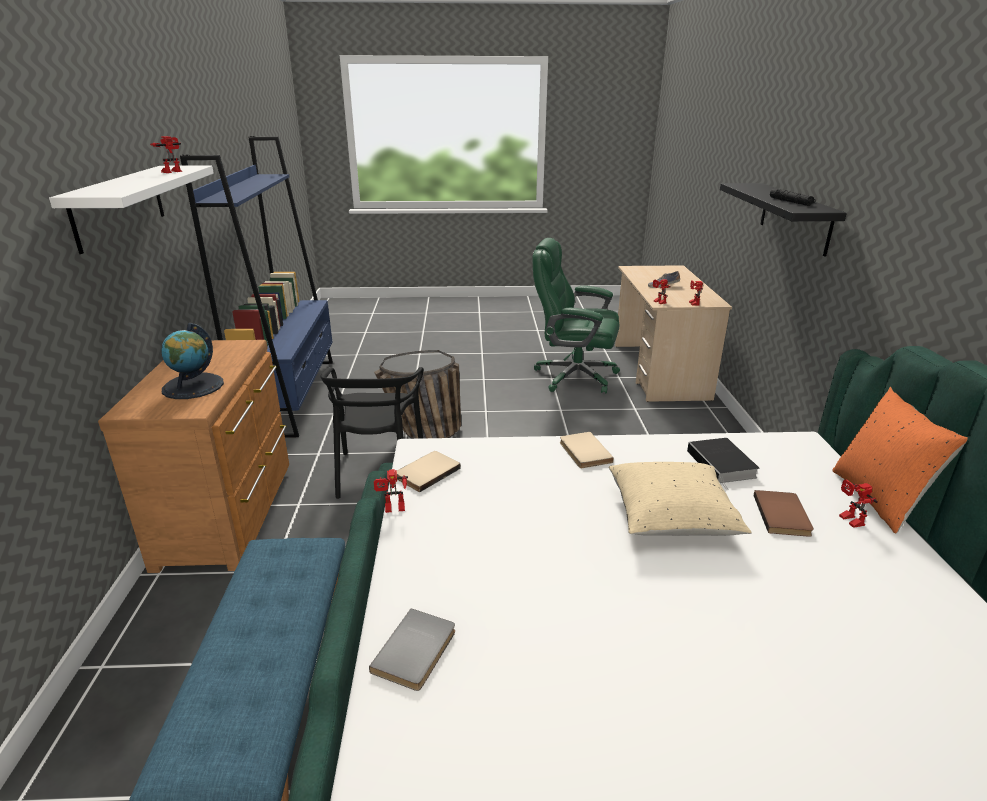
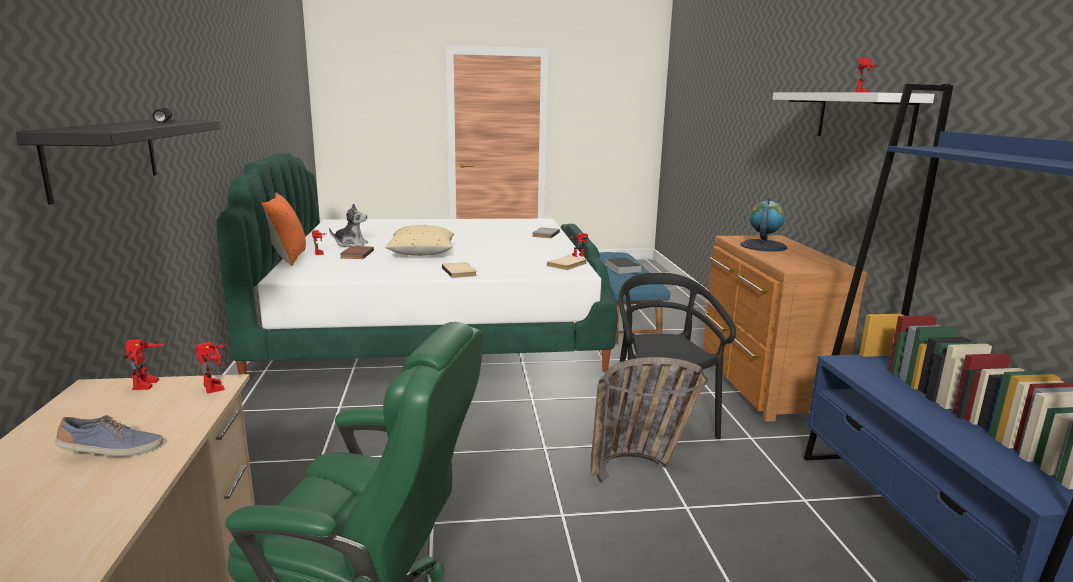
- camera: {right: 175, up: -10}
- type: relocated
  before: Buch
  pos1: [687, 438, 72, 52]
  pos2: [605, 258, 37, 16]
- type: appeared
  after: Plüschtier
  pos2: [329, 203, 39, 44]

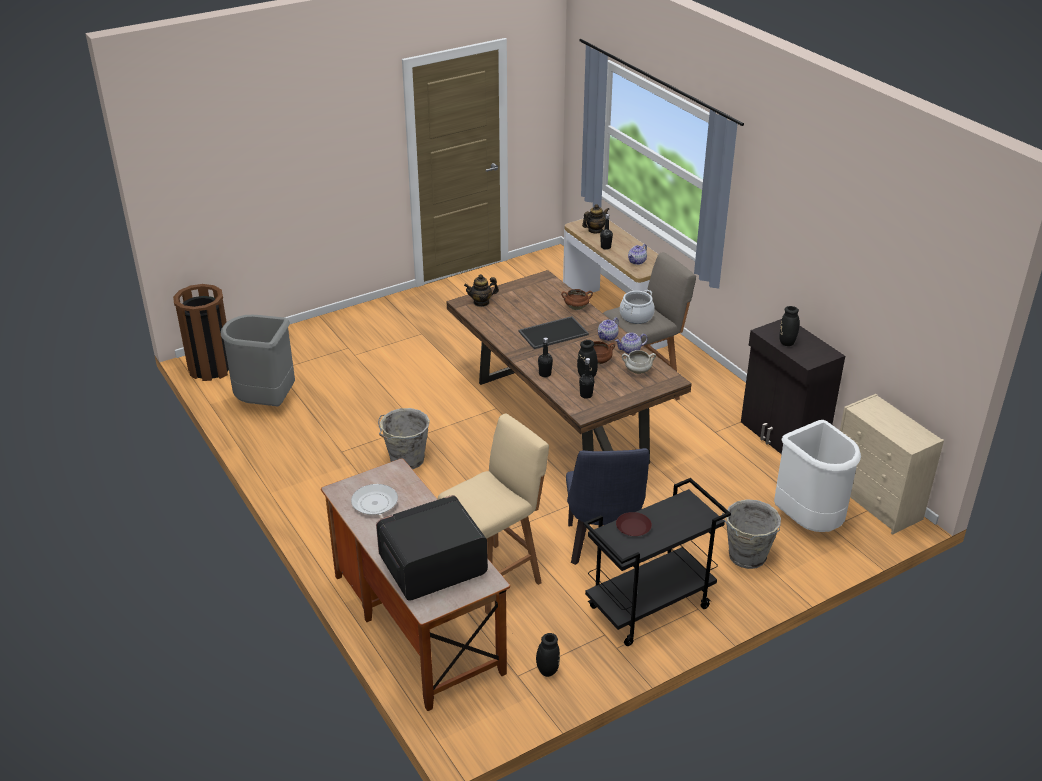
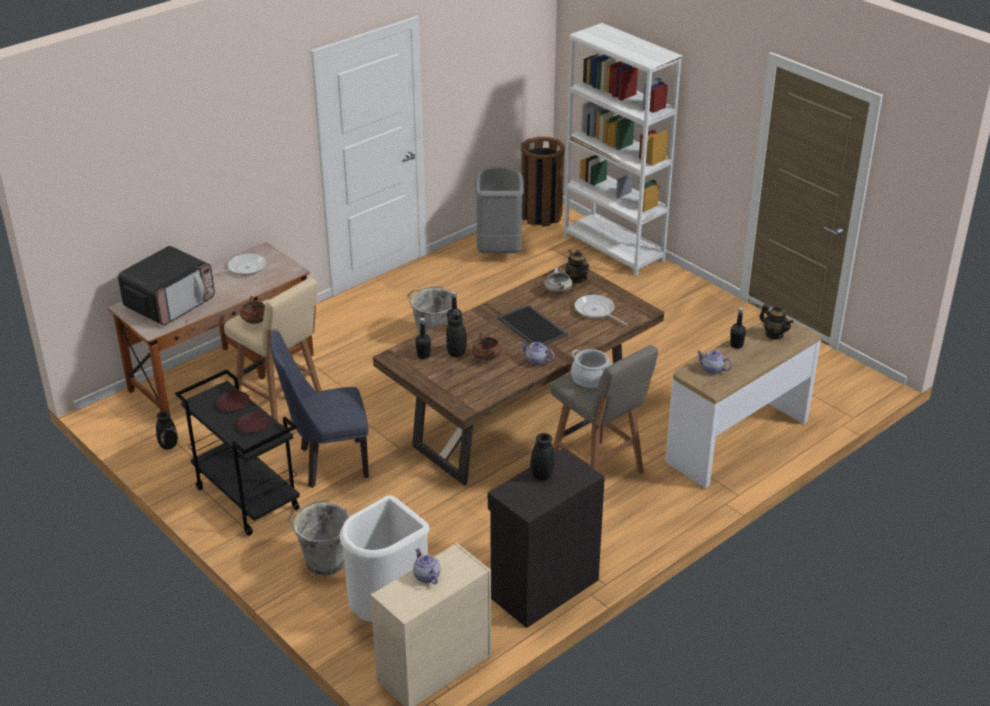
- camera: {right: 80, up: 0}
- type: spun
  before: Mikrowelle
  pos1: [376, 495, 112, 106]
  pos2: [118, 246, 97, 79]
  turn: 75
- type: relocated
  before: Kochtopf [braun]
  pos1: [561, 289, 32, 21]
  pos2: [240, 296, 25, 28]
- type: relocated
  before: Teekanne
  pos1: [615, 332, 33, 22]
  pos2: [413, 548, 27, 36]
- type: relocated
  before: Kochtopf [weiß]
  pos1: [622, 350, 34, 24]
  pos2: [544, 267, 28, 28]
- type: appeared
  after: Teller [braun]
  pos2: [237, 412, 34, 21]
- type: appeared
  after: Bücherregal [weiß]
  pos2: [564, 23, 118, 253]
- type: appeared
  after: Pfanne
  pos2: [574, 295, 53, 30]

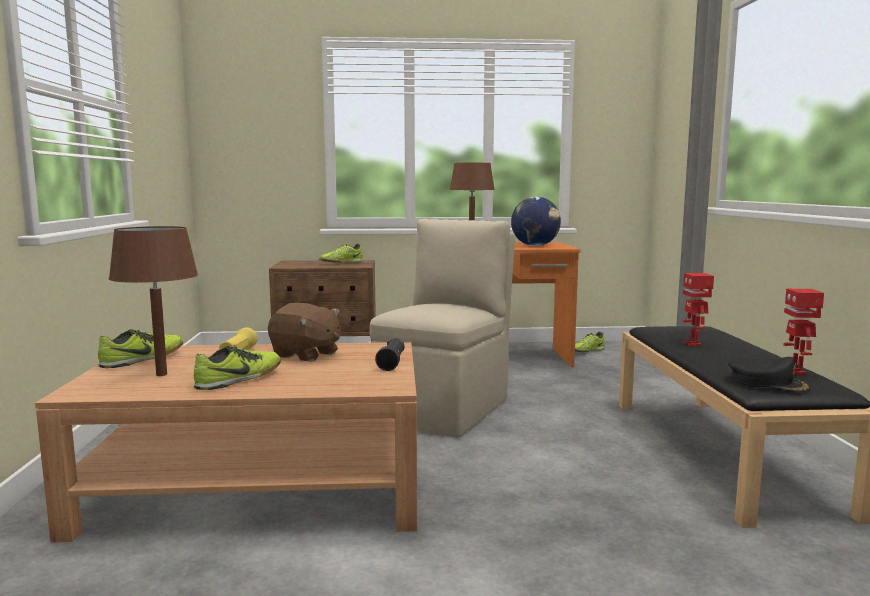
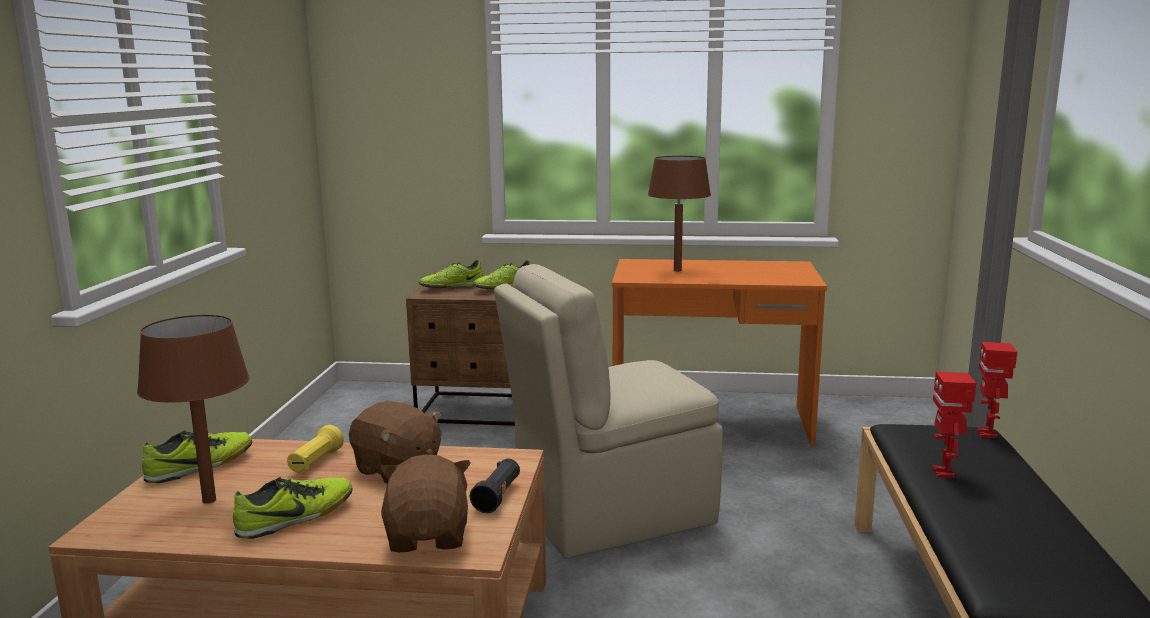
- camera: {right: 10, up: 5}
- type: spun
  before: Stuhl [beige]
  pos1: [368, 219, 147, 219]
  pos2: [494, 264, 228, 295]
  turn: -150
- type: missing
  before: Globus
  pos1: [511, 197, 50, 49]
- type: relocated
  before: Schuh
  pos1: [575, 332, 30, 21]
  pos2: [419, 260, 64, 28]
- type: missing
  before: Kappe [schwarz]
  pos1: [728, 357, 83, 35]
- type: relocated
  before: Spielzeugroboter
  pos1: [783, 289, 41, 86]
  pos2: [977, 342, 40, 96]
- type: appeared
  after: Plüschtier [braun]
  pos2: [381, 454, 90, 98]

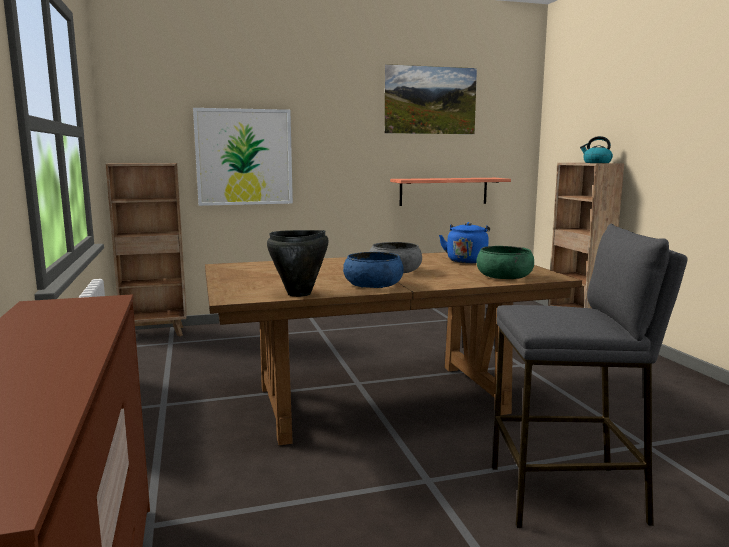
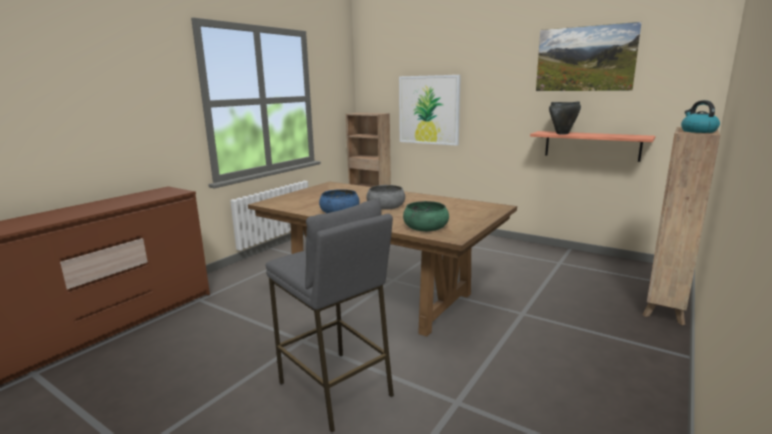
- camera: {right: 50, up: 5}
- type: relocated
  before: Kochtopf [schwarz]
  pos1: [267, 230, 62, 67]
  pos2: [549, 101, 32, 33]
- type: missing
  before: Wasserkessel [blau]
  pos1: [439, 222, 51, 41]

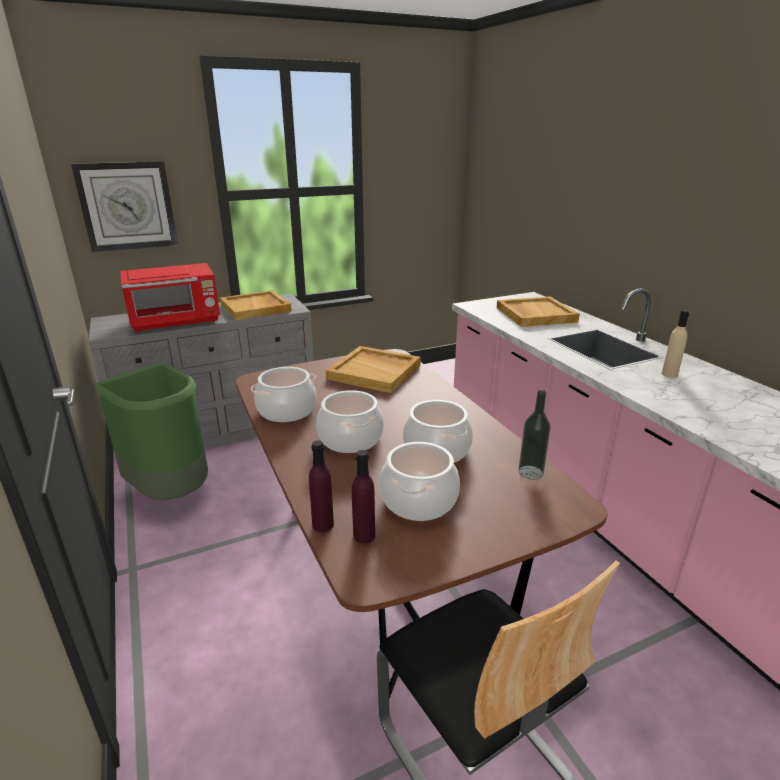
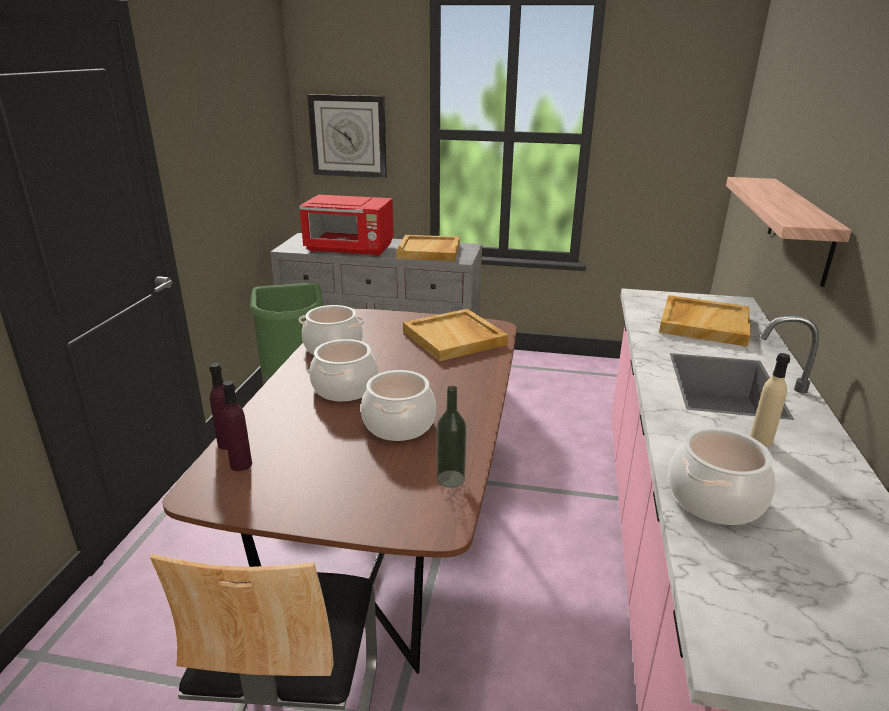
- camera: {right: 35, up: 0}
- type: relocated
  before: Kochtopf
  pos1: [379, 442, 81, 79]
  pos2: [668, 427, 108, 98]
- type: appeared
  after: Wandregal
  pos2: [726, 177, 126, 110]

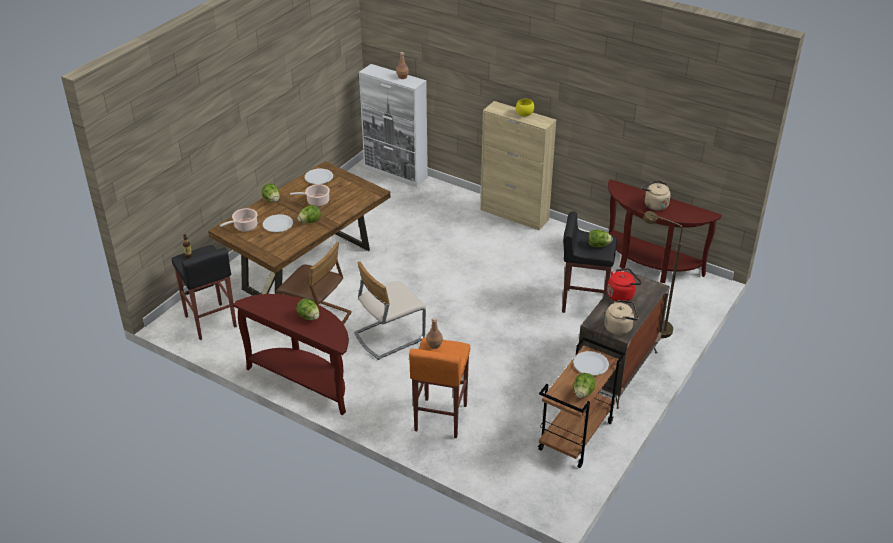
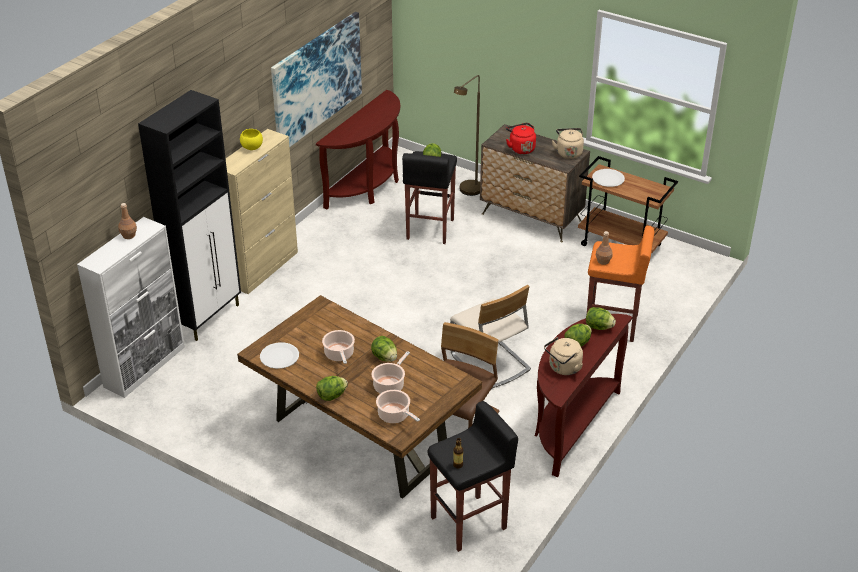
- camera: {right: -90, up: 0}
- type: exchanged
  before: Teller [weiß]
  after: Kochtopf
  pos1: [263, 214, 30, 18]
  pos2: [371, 351, 39, 43]
- type: relocated
  before: Salatkopf
  pos1: [573, 373, 23, 25]
  pos2: [586, 307, 30, 23]
- type: relocated
  before: Wasserkessel [beige]
  pos1: [642, 180, 29, 31]
  pos2: [544, 337, 39, 38]
- type: appeared
  after: Schrank [schwarz]
  pos2: [138, 90, 103, 251]
- type: appeared
  after: Bild
  pos2: [271, 12, 91, 135]

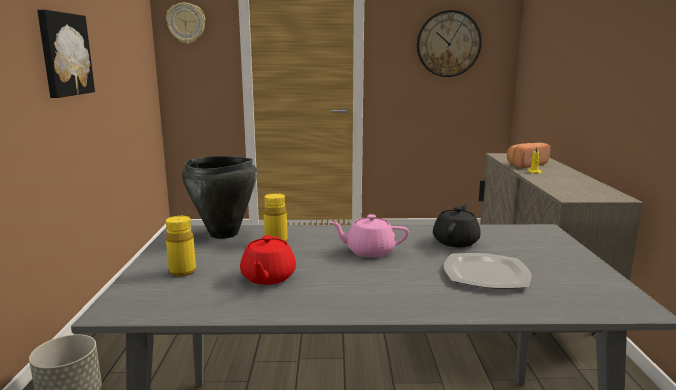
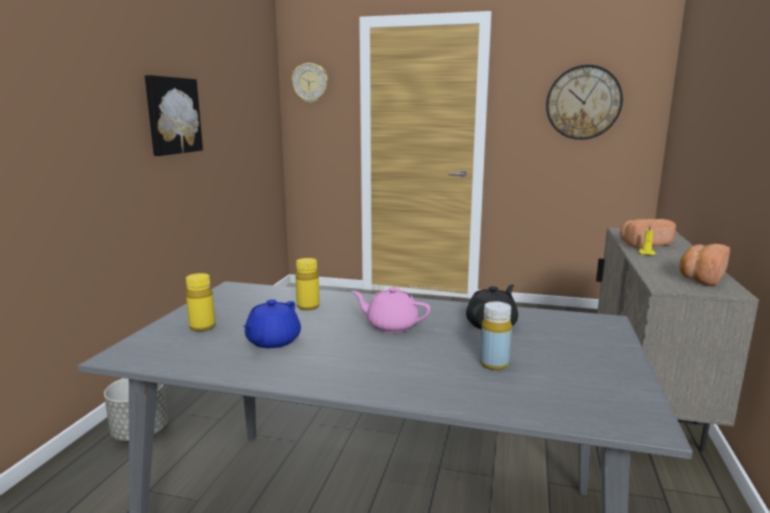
- camera: {right: 15, up: 0}
- type: missing
  before: Kochtopf [schwarz]
  pos1: [182, 156, 75, 83]
- type: colour
  before: Teekanne [rot]
  after: Teekanne [blau]
  pos1: [240, 235, 56, 50]
  pos2: [243, 299, 58, 49]
- type: exchanged
  before: Teller
  after: Flasche [gelb]
  pos1: [444, 253, 87, 36]
  pos2: [480, 301, 32, 69]
- type: appeared
  after: Brot
  pos2: [679, 244, 51, 41]

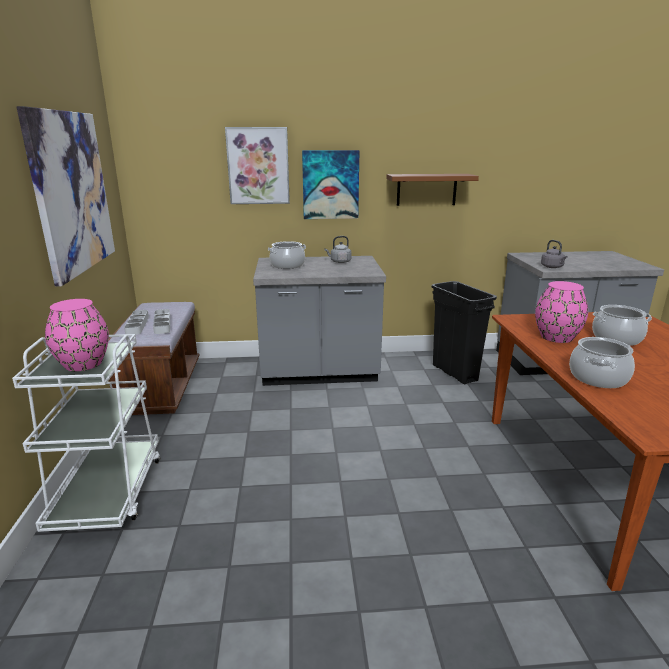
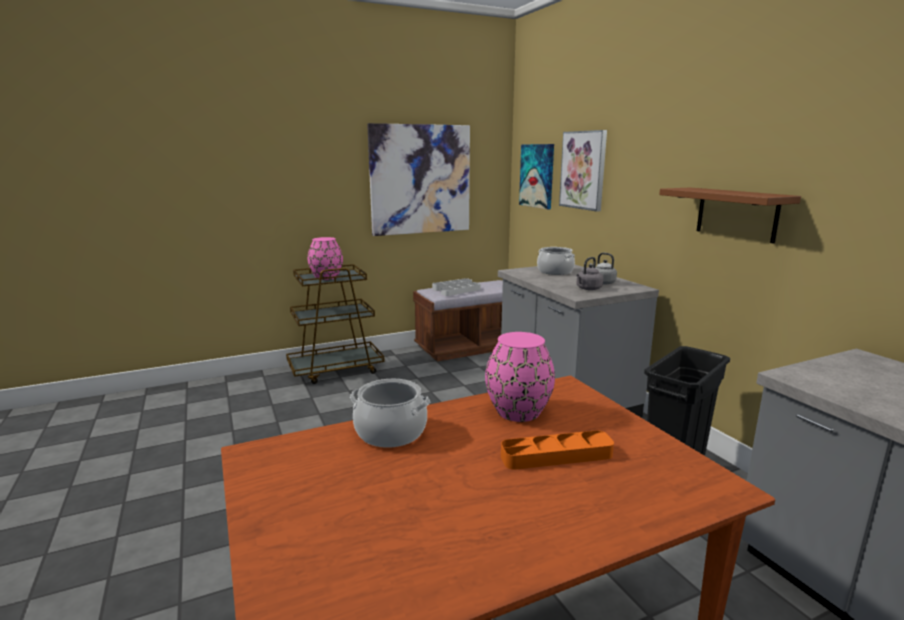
- camera: {right: 70, up: -5}
- type: colour
  before: Rollwagen [weiß]
  after: Rollwagen [braun]
  pos1: [12, 334, 149, 198]
  pos2: [286, 264, 99, 120]
- type: relocated
  before: Bild
  pos1: [302, 150, 58, 69]
  pos2: [519, 144, 35, 66]
- type: relocated
  before: Wasserkessel [grau]
  pos1: [541, 240, 27, 28]
  pos2: [576, 257, 27, 33]
- type: exchanged
  before: Kochtopf
  after: Tablett [orange]
  pos1: [592, 305, 60, 41]
  pos2: [501, 430, 113, 40]

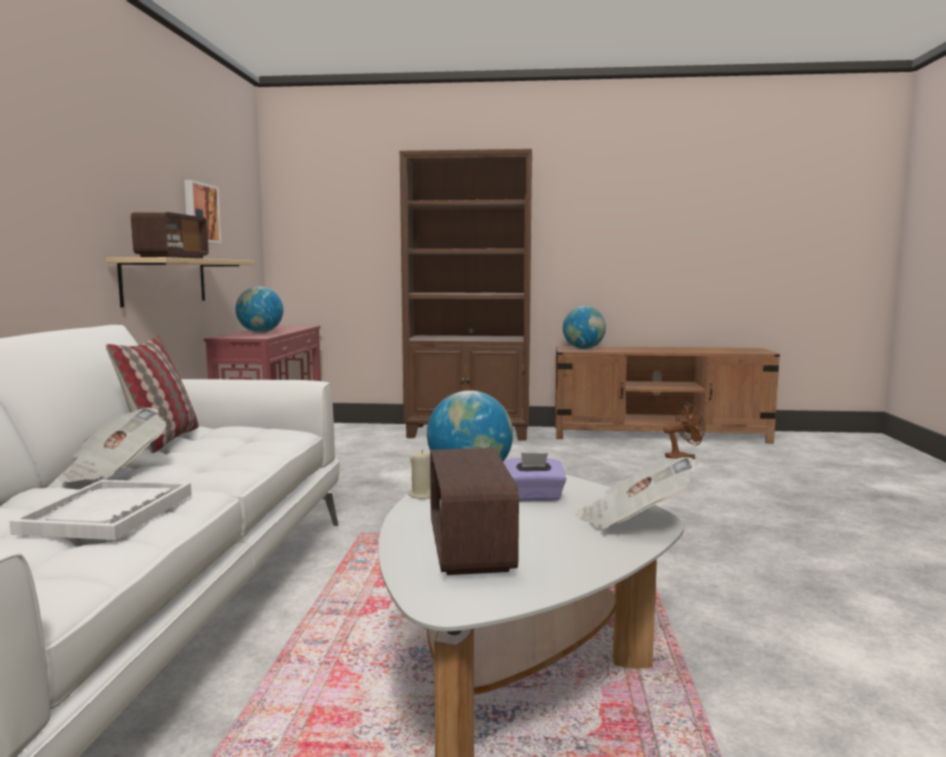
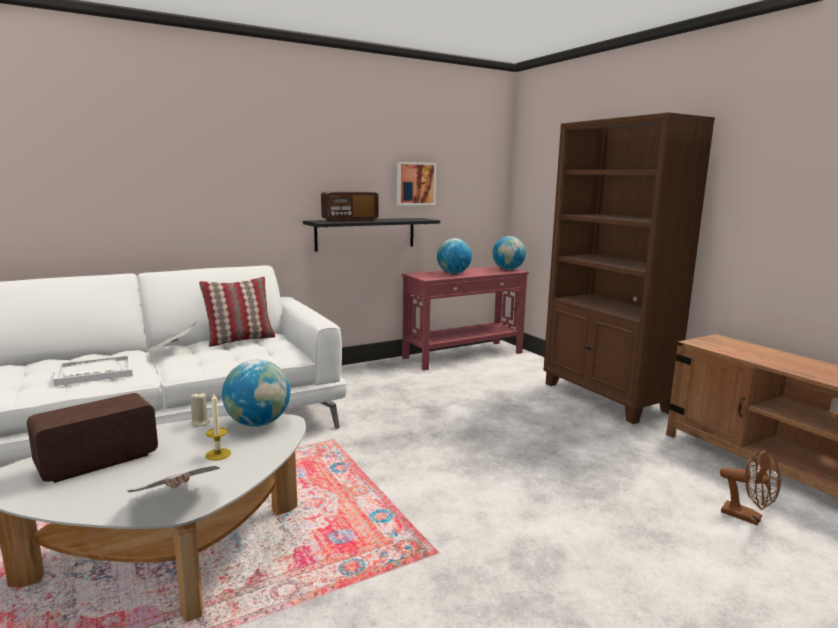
- camera: {right: 55, up: 5}
- type: colour
  before: Wandregal [beige]
  after: Wandregal [schwarz]
  pos1: [106, 257, 149, 50]
  pos2: [303, 218, 137, 33]
- type: exchanged
  before: Taschentuchbox [lila]
  after: Kerze
  pos1: [503, 453, 63, 49]
  pos2: [205, 393, 26, 67]
- type: relocated
  before: Globus
  pos1: [563, 306, 43, 43]
  pos2: [492, 236, 34, 34]

